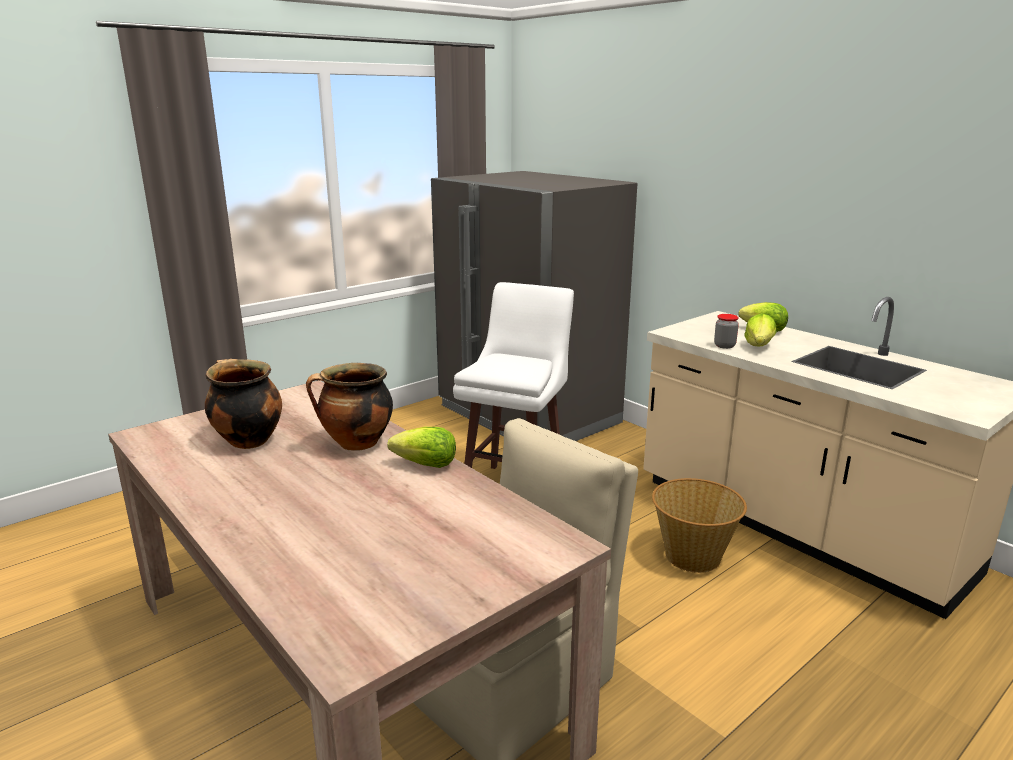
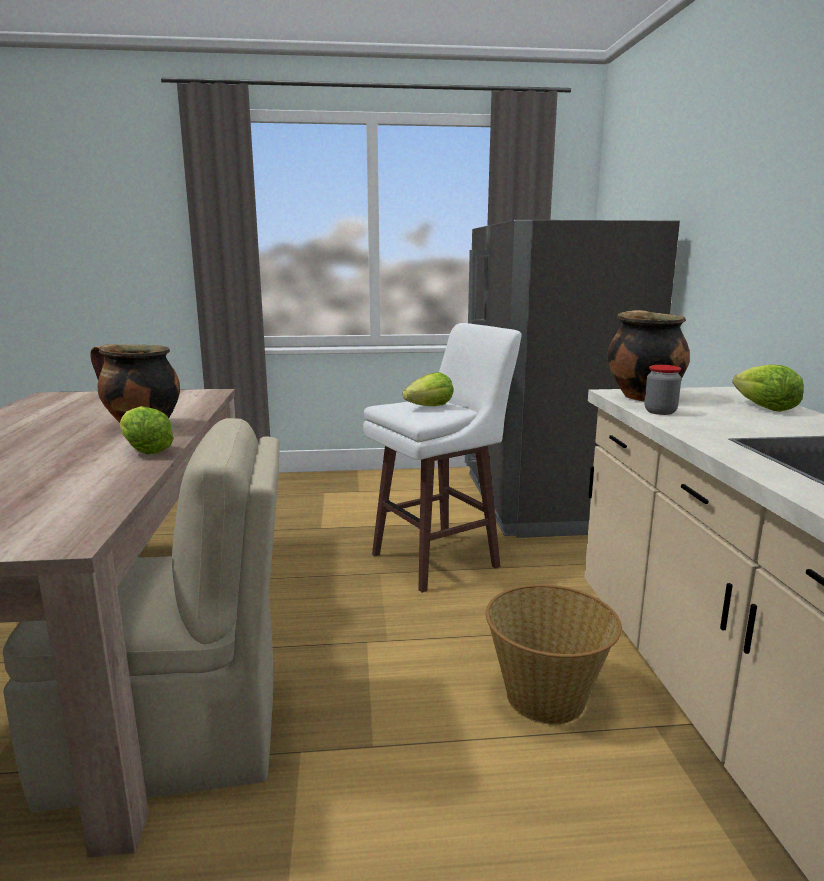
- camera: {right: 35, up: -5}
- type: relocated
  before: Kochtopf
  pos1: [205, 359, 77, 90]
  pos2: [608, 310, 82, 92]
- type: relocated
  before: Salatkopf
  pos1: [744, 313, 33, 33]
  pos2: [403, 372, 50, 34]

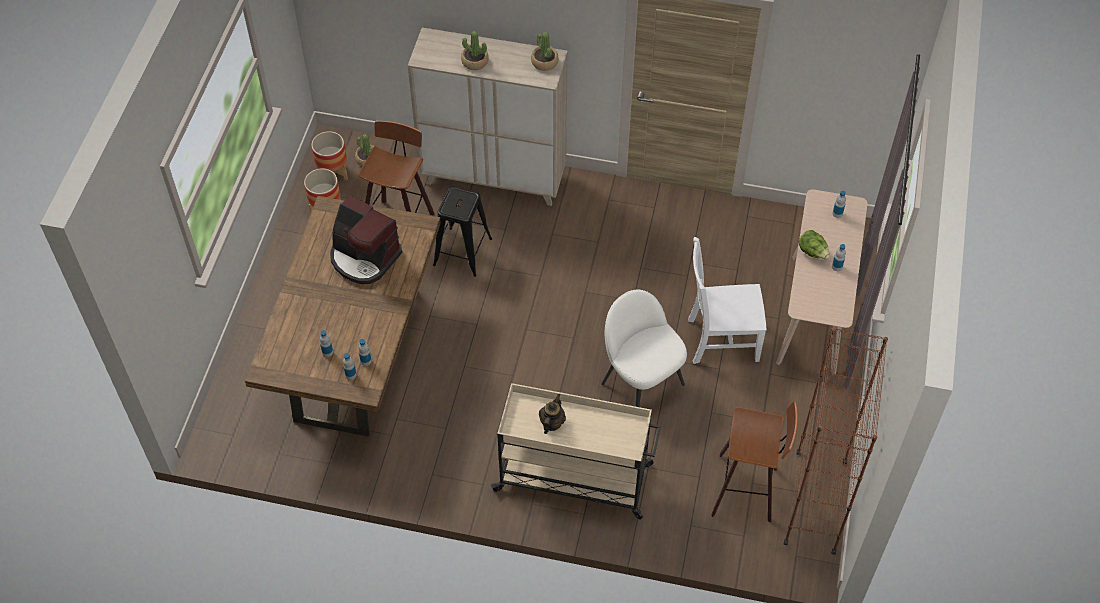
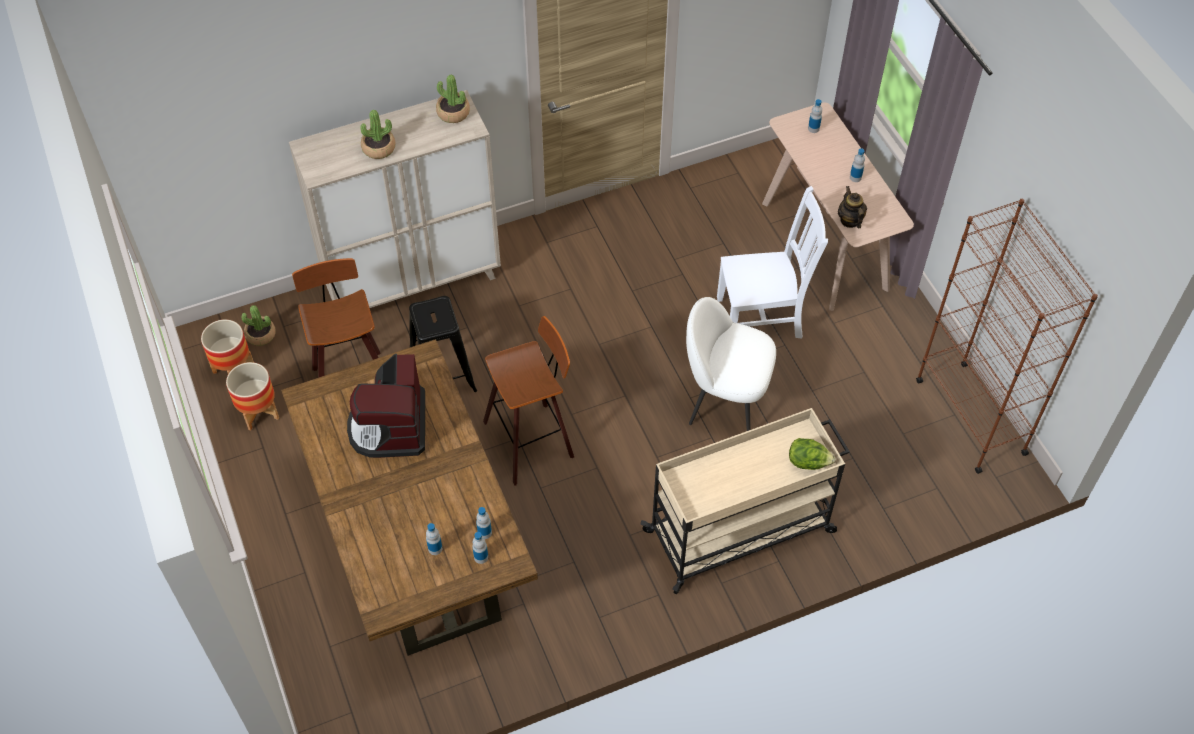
- camera: {right: -35, up: 0}
- type: spun
  before: Kaffeemaschine
  pos1: [330, 195, 72, 89]
  pos2: [347, 354, 78, 104]
  turn: 90
- type: relocated
  before: Teekanne
  pos1: [539, 394, 27, 40]
  pos2: [838, 186, 29, 42]
- type: spun
  before: Stuhl [weiß]
  pos1: [688, 237, 79, 127]
  pos2: [717, 186, 111, 152]
  turn: -150
- type: relocated
  before: Hocker
  pos1: [711, 401, 86, 121]
  pos2: [483, 316, 91, 170]
- type: relocated
  before: Salatkopf
  pos1: [799, 230, 31, 29]
  pos2: [789, 438, 46, 32]

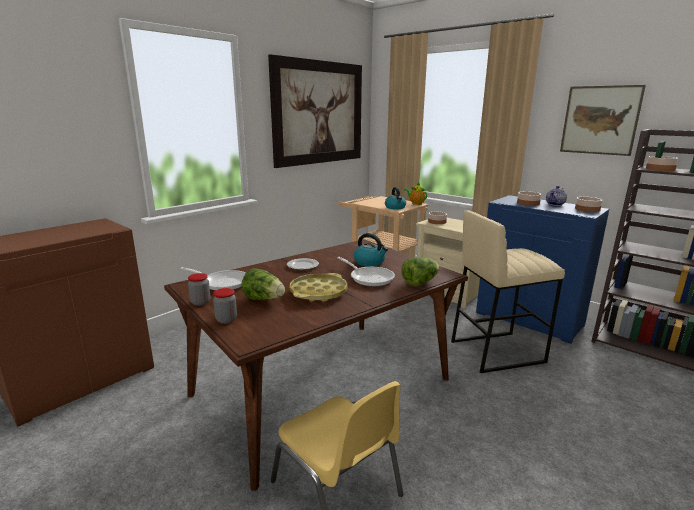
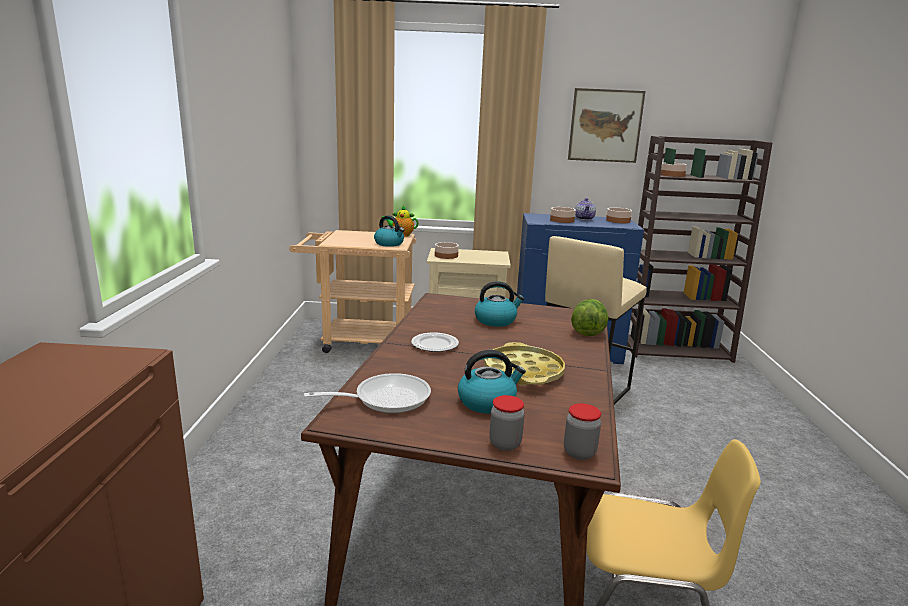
- camera: {right: -40, up: 0}
- type: relocated
  before: Vorratsglas
  pos1: [188, 273, 22, 33]
  pos2: [564, 403, 37, 57]
- type: exchanged
  before: Salatkopf
  after: Wasserkessel
  pos1: [242, 268, 43, 32]
  pos2: [458, 350, 68, 64]
- type: missing
  before: Bild
  pos1: [268, 54, 94, 114]
- type: missing
  before: Pfanne
  pos1: [337, 257, 58, 29]

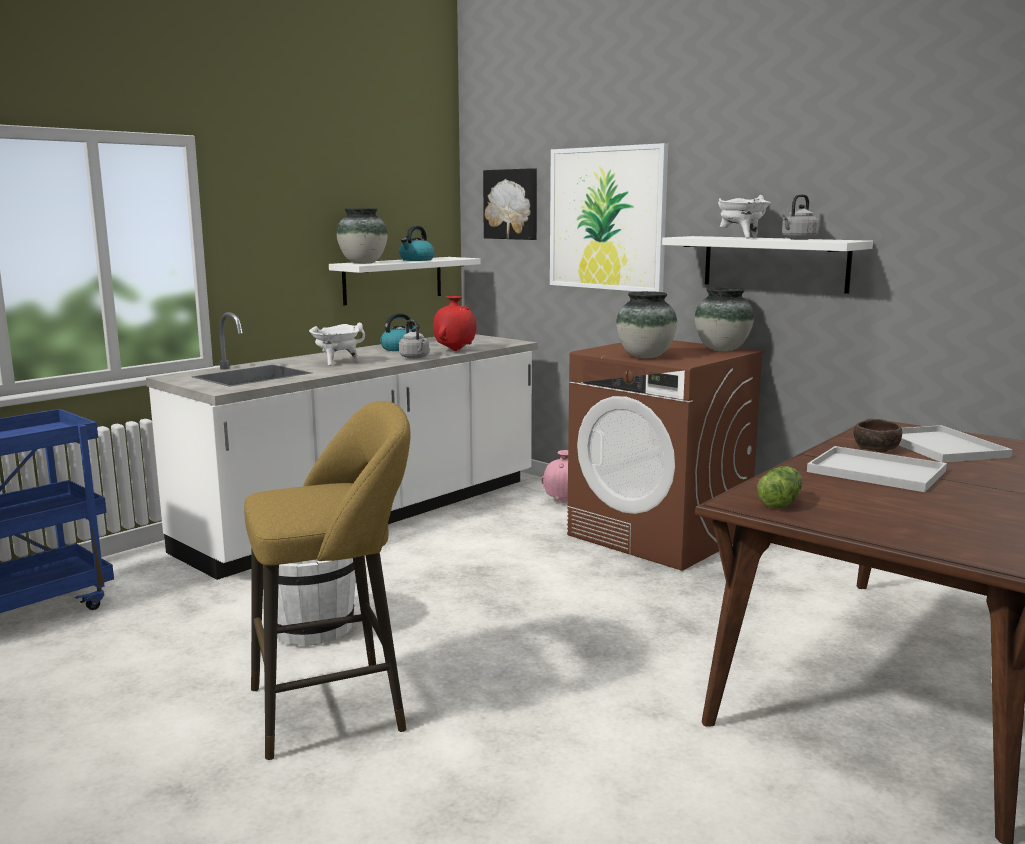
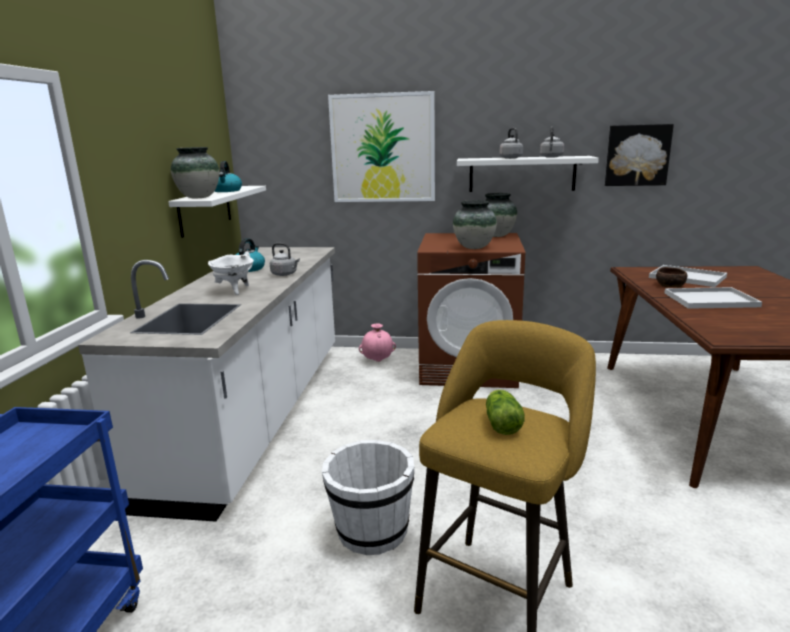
- camera: {right: -35, up: 5}
- type: missing
  before: Vase [rot]
  pos1: [433, 296, 44, 55]
- type: relocated
  before: Bild
  pos1: [483, 168, 54, 72]
  pos2: [605, 124, 69, 62]
- type: exchanged
  before: Kochtopf [weiß]
  after: Wasserkessel [grau]
  pos1: [718, 195, 53, 44]
  pos2: [499, 128, 24, 31]
- type: relocated
  before: Salatkopf
  pos1: [757, 466, 45, 43]
  pos2: [486, 390, 39, 45]

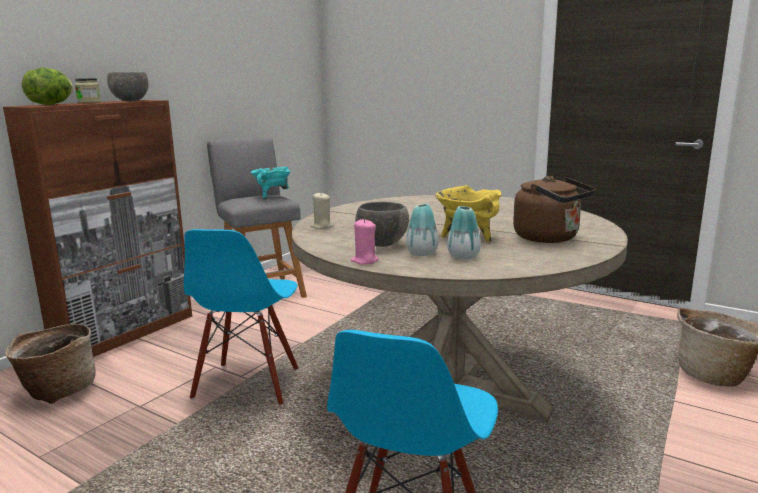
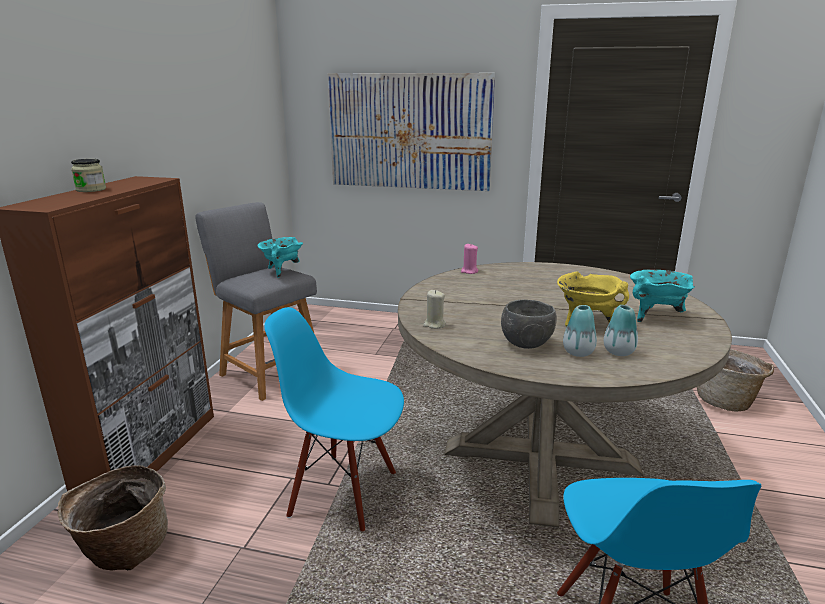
- camera: {right: -20, up: 5}
- type: missing
  before: Salatkopf
  pos1: [22, 68, 51, 37]
- type: missing
  before: Schüssel [grau]
  pos1: [107, 72, 41, 29]
- type: spun
  before: Stuhl [blau]
  pos1: [184, 229, 114, 176]
  pos2: [264, 307, 140, 224]
  turn: 120
- type: relocated
  before: Kerze [rosa]
  pos1: [351, 219, 28, 45]
  pos2: [461, 243, 17, 31]
- type: exchanged
  before: Wasserkessel [braun]
  after: Kochtopf [türkis]
  pos1: [513, 176, 82, 67]
  pos2: [630, 270, 65, 52]
- type: appeared
  after: Bild
  pos2: [328, 73, 167, 118]

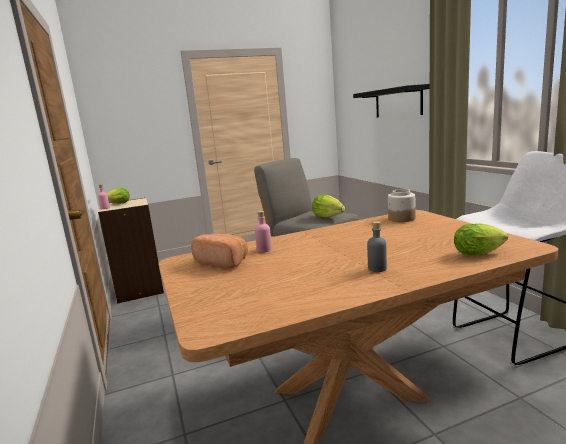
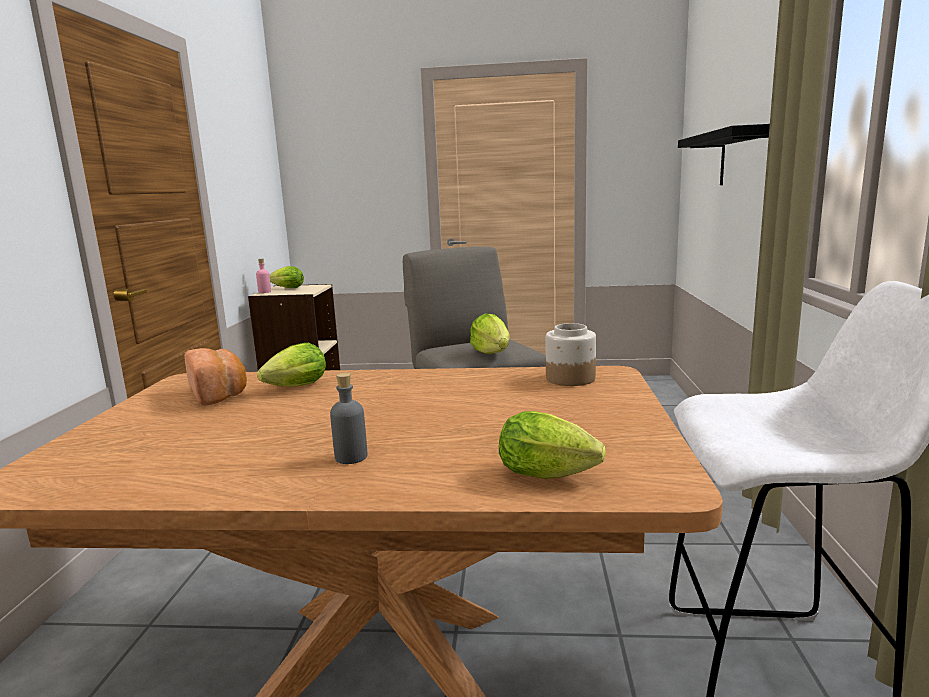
- camera: {right: 25, up: 0}
- type: exchanged
  before: Flasche [rosa]
  after: Salatkopf
  pos1: [255, 211, 17, 42]
  pos2: [257, 343, 69, 43]

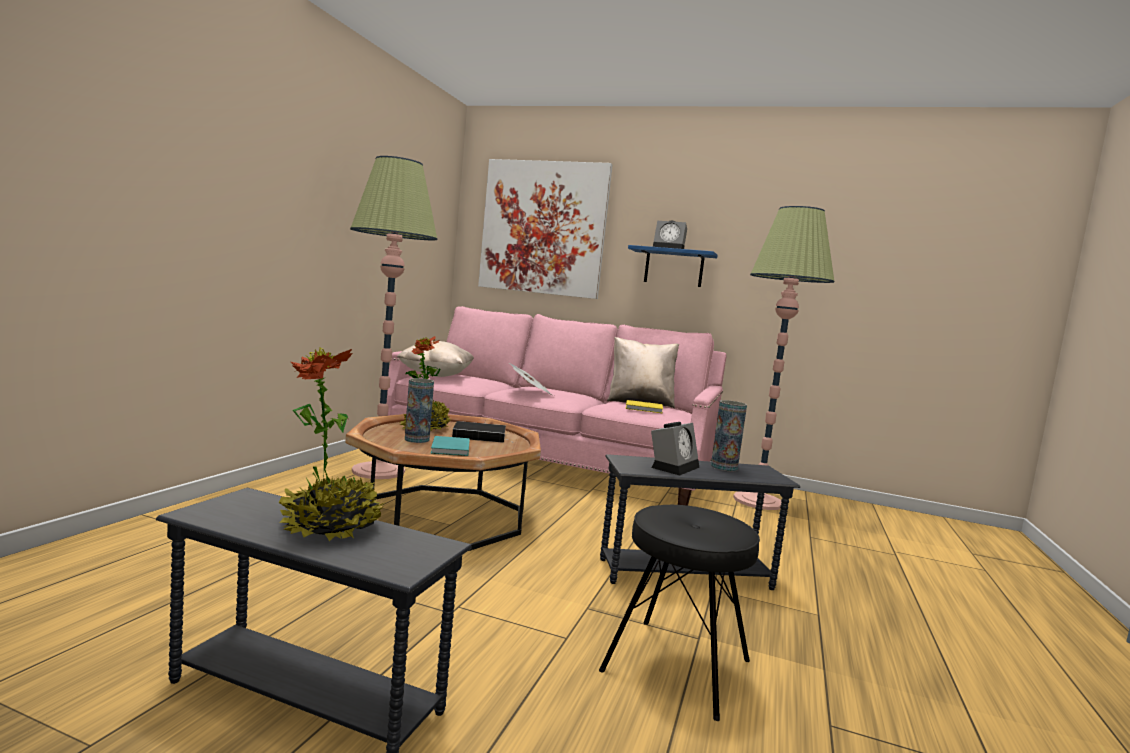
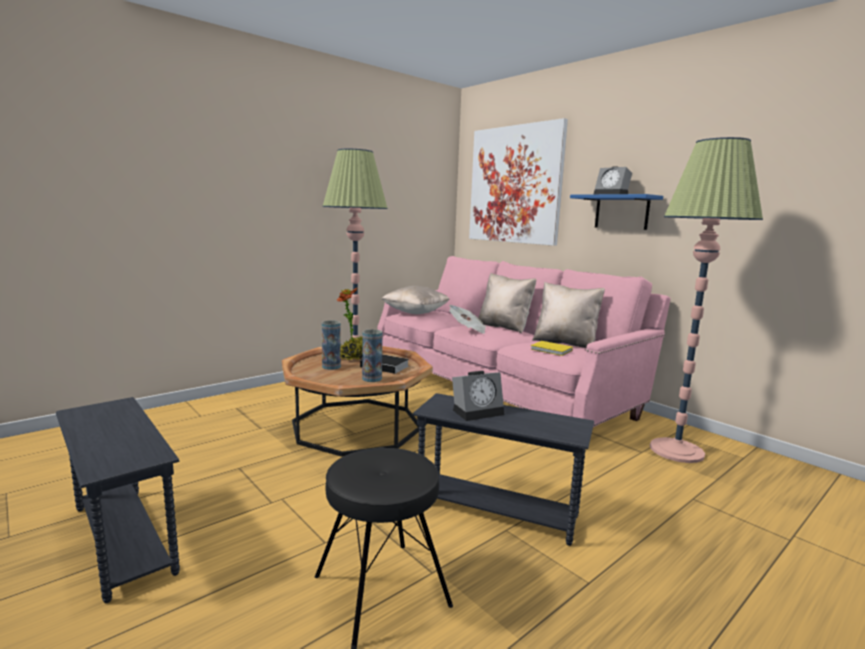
- camera: {right: 30, up: 5}
- type: missing
  before: Topfpflanze
  pos1: [279, 348, 105, 193]
- type: missing
  before: Buch [türkis]
  pos1: [431, 436, 39, 20]
- type: relocated
  before: Vase
  pos1: [711, 400, 36, 71]
  pos2: [362, 329, 20, 53]
- type: appeared
  after: Kissen [beige]
  pos2: [478, 273, 58, 60]

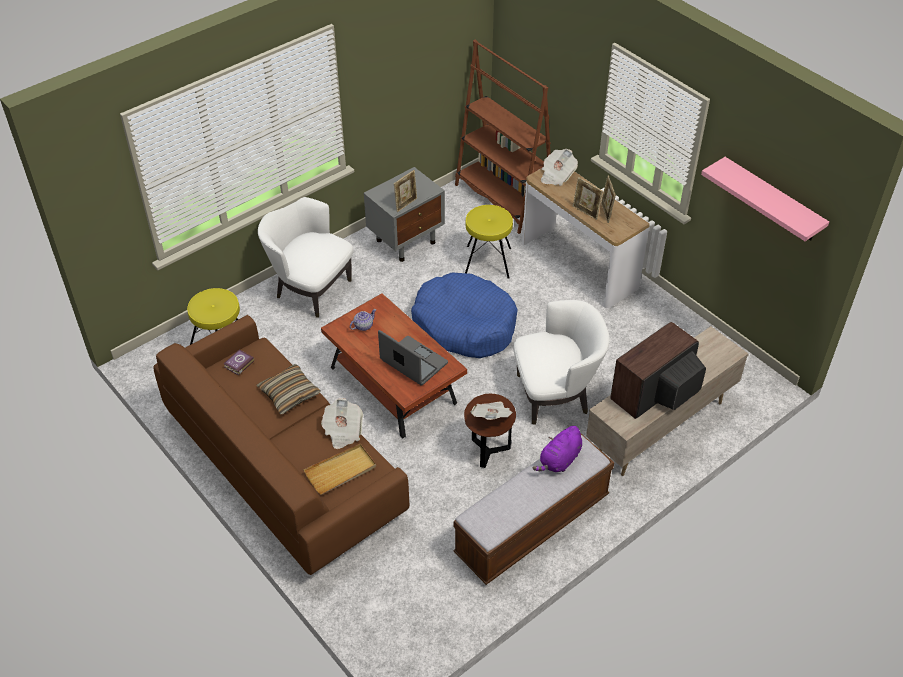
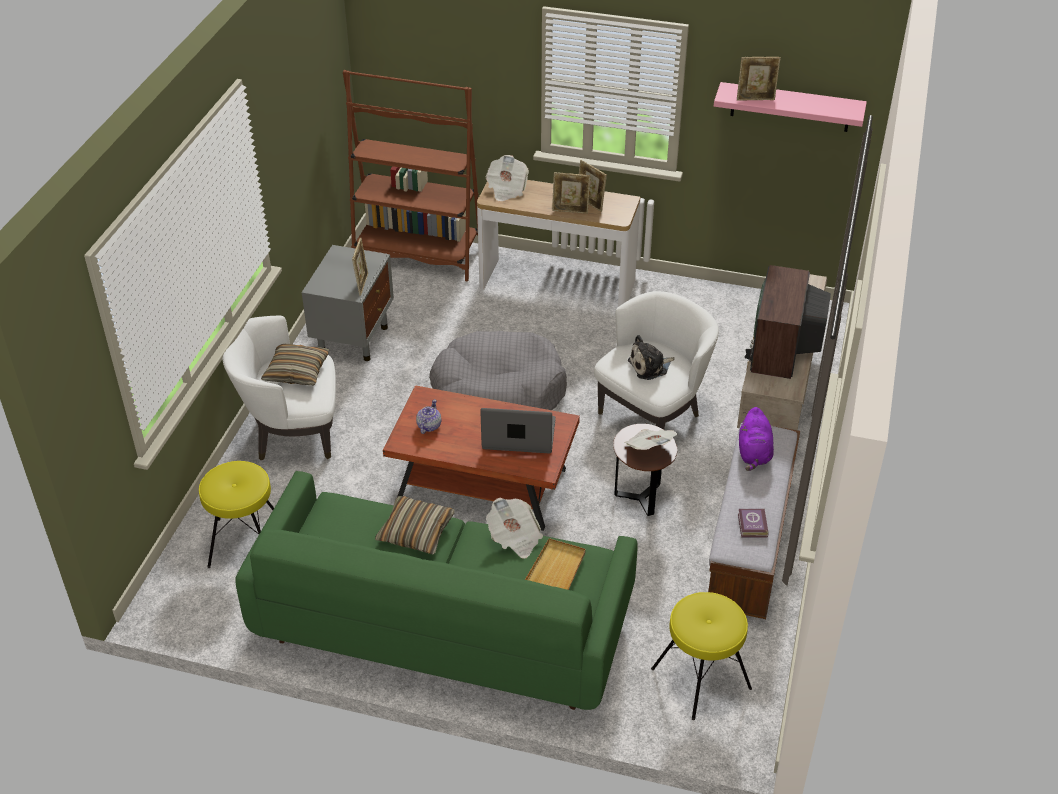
- camera: {right: -35, up: -5}
- type: colour
  before: Sofa [braun]
  after: Sofa [grün]
  pos1: [154, 315, 255, 260]
  pos2: [235, 471, 403, 239]
- type: relocated
  before: Buch
  pos1: [223, 349, 31, 26]
  pos2: [738, 509, 31, 29]
- type: colour
  before: Hundebett [blau]
  after: Hundebett [grau]
  pos1: [411, 273, 107, 85]
  pos2: [429, 331, 138, 79]
- type: relocated
  before: Hocker [gelb]
  pos1: [465, 205, 48, 74]
  pos2: [651, 592, 101, 128]
- type: appeared
  after: Kissen
  pos2: [261, 344, 68, 41]
- type: appeared
  after: Plüschtier
  pos2: [628, 335, 47, 45]
- type: appeared
  after: Bilderrahmen
  pos2: [737, 57, 44, 44]

